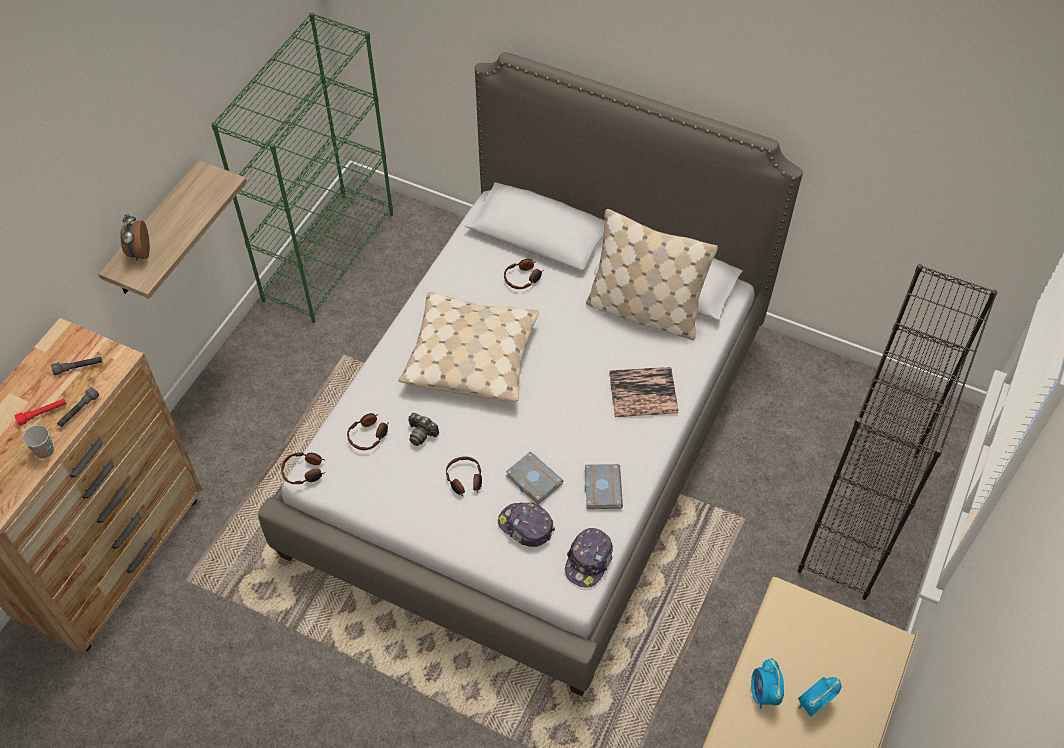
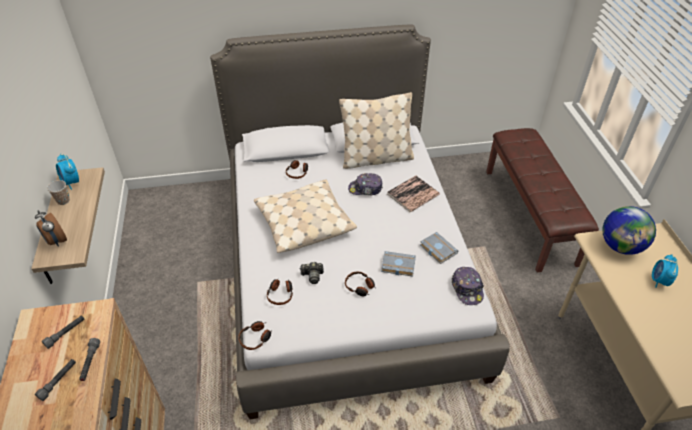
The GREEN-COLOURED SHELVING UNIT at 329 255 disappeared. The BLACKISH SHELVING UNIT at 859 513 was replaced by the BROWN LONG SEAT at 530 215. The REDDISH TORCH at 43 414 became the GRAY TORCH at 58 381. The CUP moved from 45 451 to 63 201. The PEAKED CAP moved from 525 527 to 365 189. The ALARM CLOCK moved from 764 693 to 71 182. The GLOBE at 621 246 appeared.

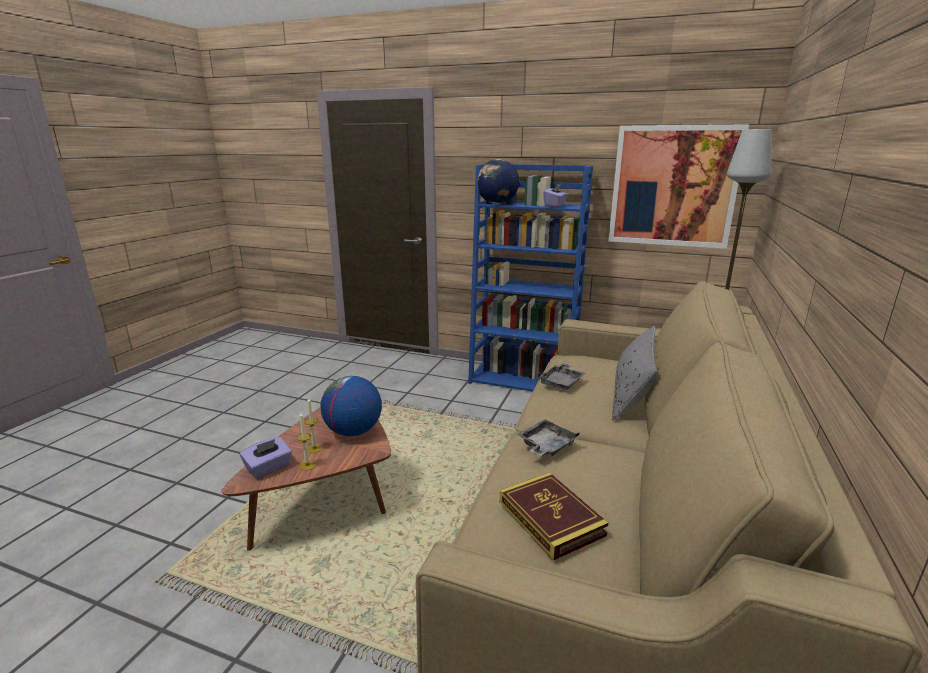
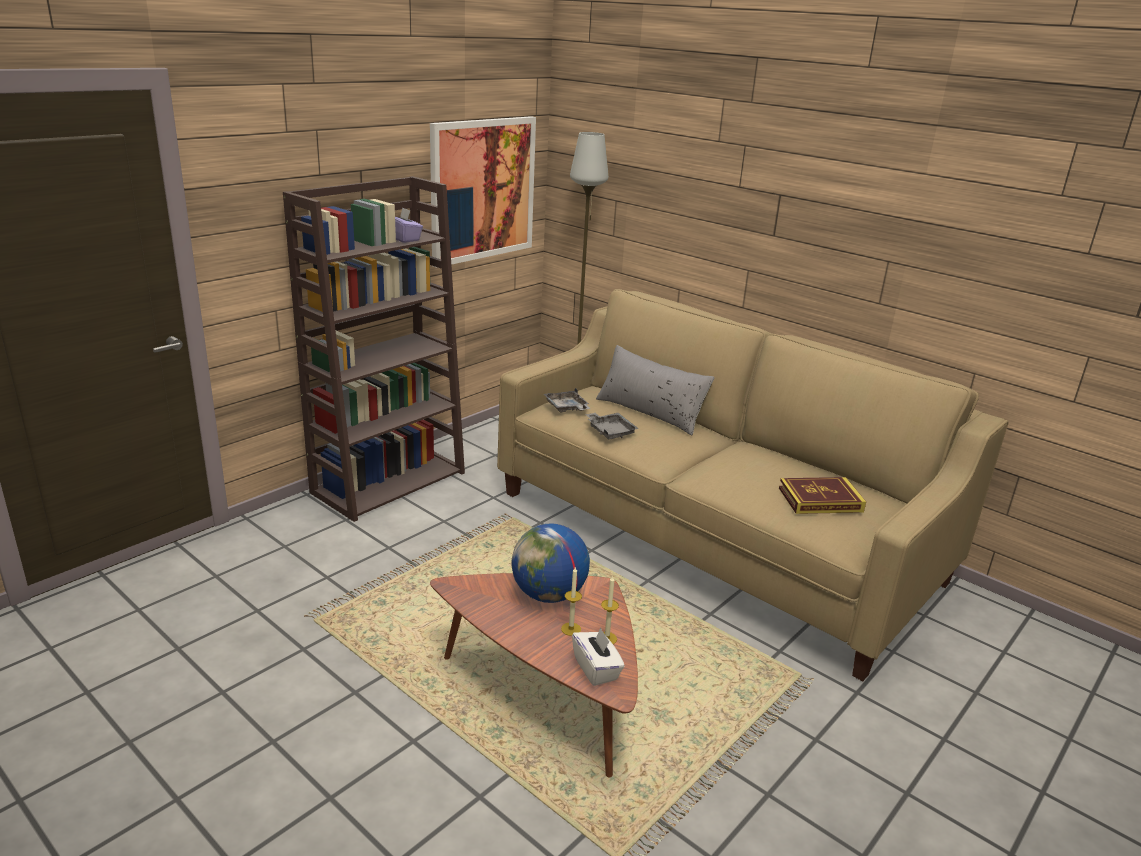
The GLOBE at 497 203 disappeared. The BLUE-COLOURED SHELVING UNIT at 523 380 became the BROWN SHELVING UNIT at 389 481. The GRAY SERVING TRAY moved from 546 446 to 567 408. The PURPLE TISSUE BOX at 268 468 became the WHITISH TISSUE BOX at 596 669.

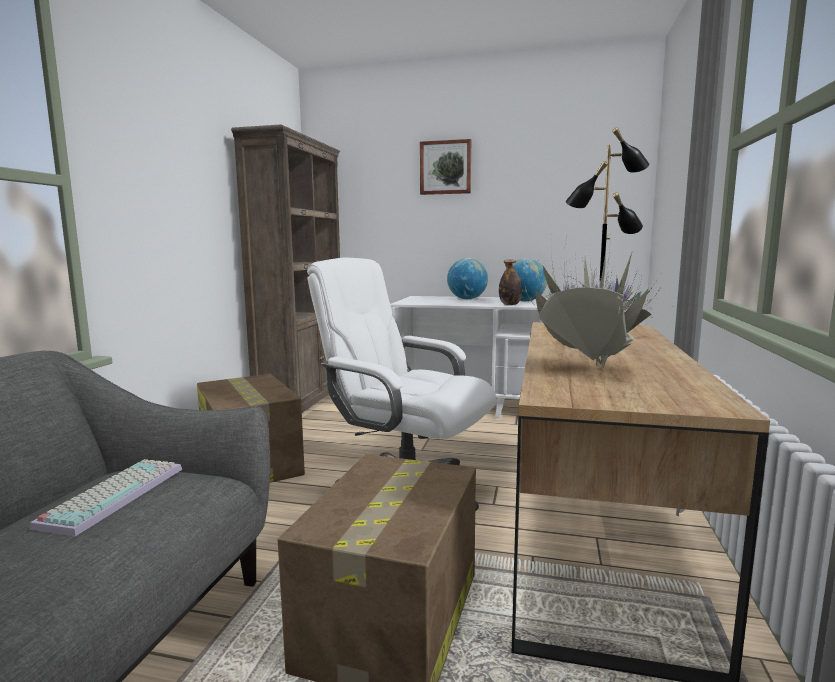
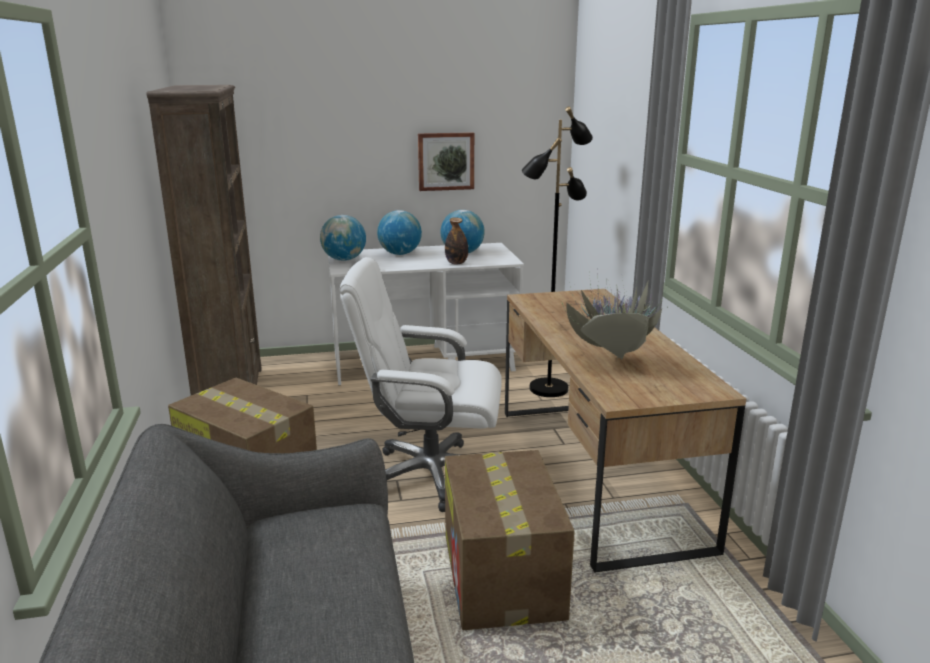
The PICTURE moved from 445 167 to 445 161. The KEYBOARD at 113 495 disappeared. The GLOBE at 344 260 appeared.

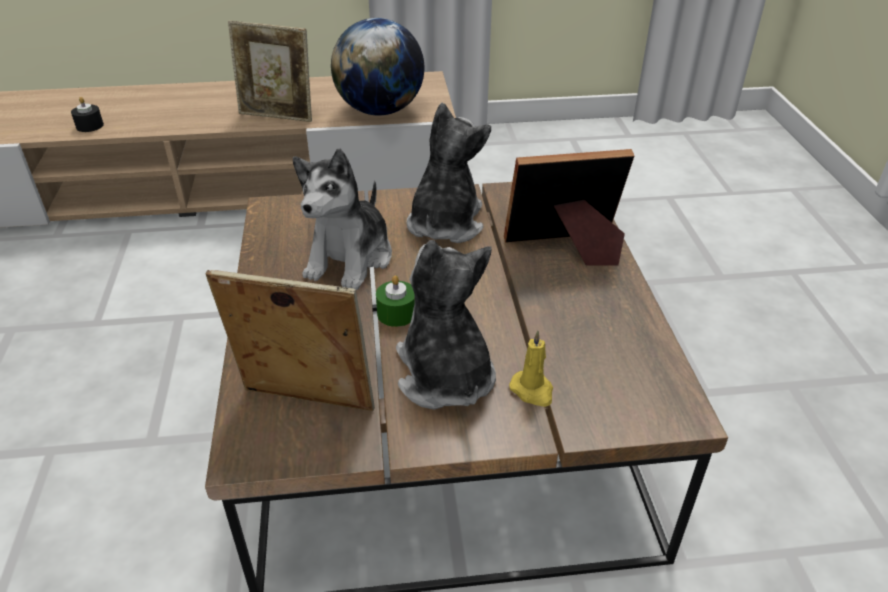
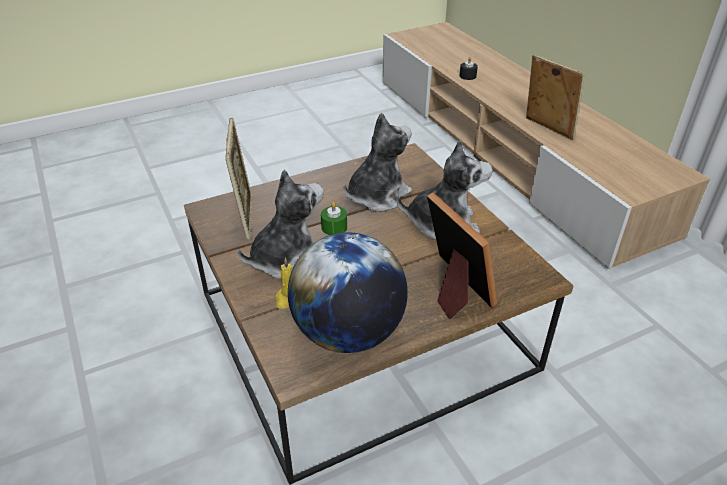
The GLOBE moved from 380 111 to 348 333. The PICTURE FRAME at 277 116 turned 150 degrees clockwise. The SOFT TOY at 350 259 turned 135 degrees clockwise.

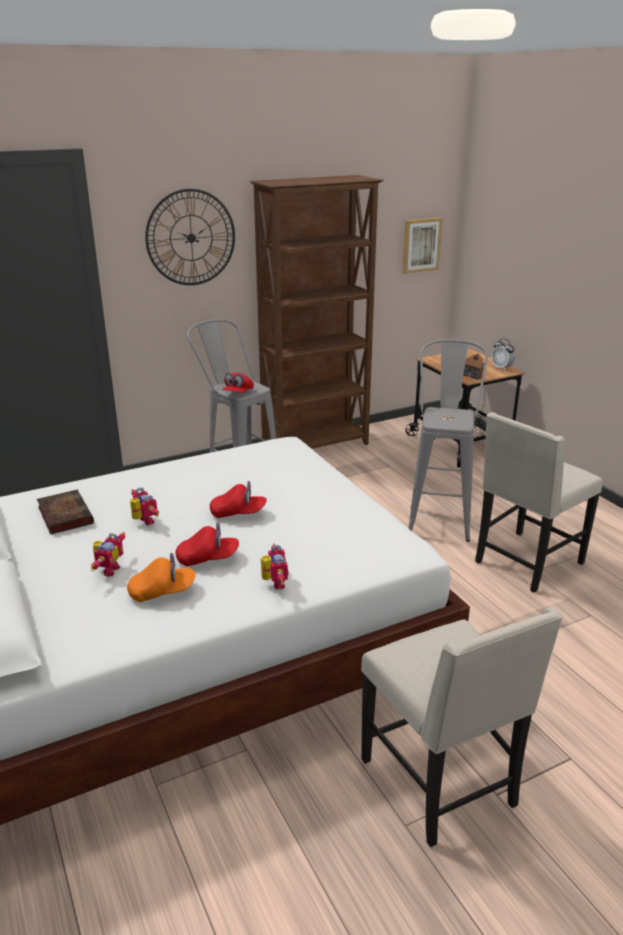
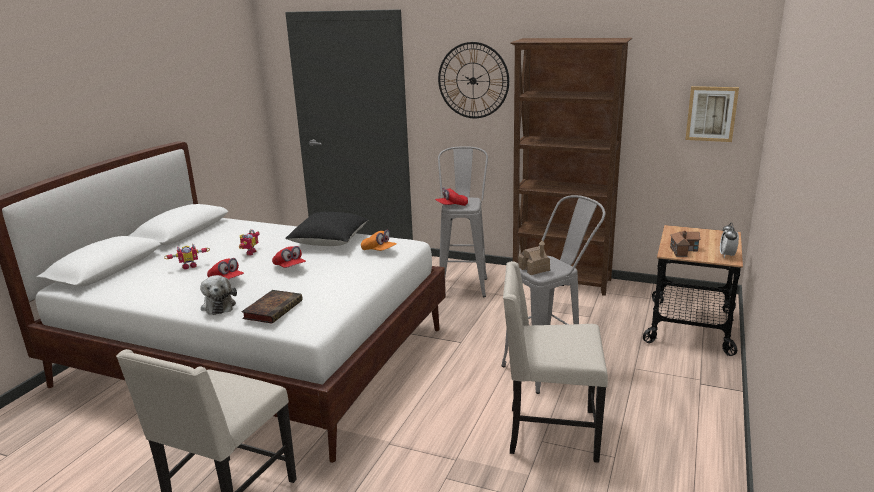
The BOOK moved from 64 515 to 273 309. The MODEL ROBOT at 274 583 was replaced by the SOFT TOY at 218 305. The ORANGE-COLOURED PEAKED CAP moved from 162 592 to 379 251. The BLACKISH CUSHION at 329 242 appeared. The MODEL HOUSE at 534 269 appeared.

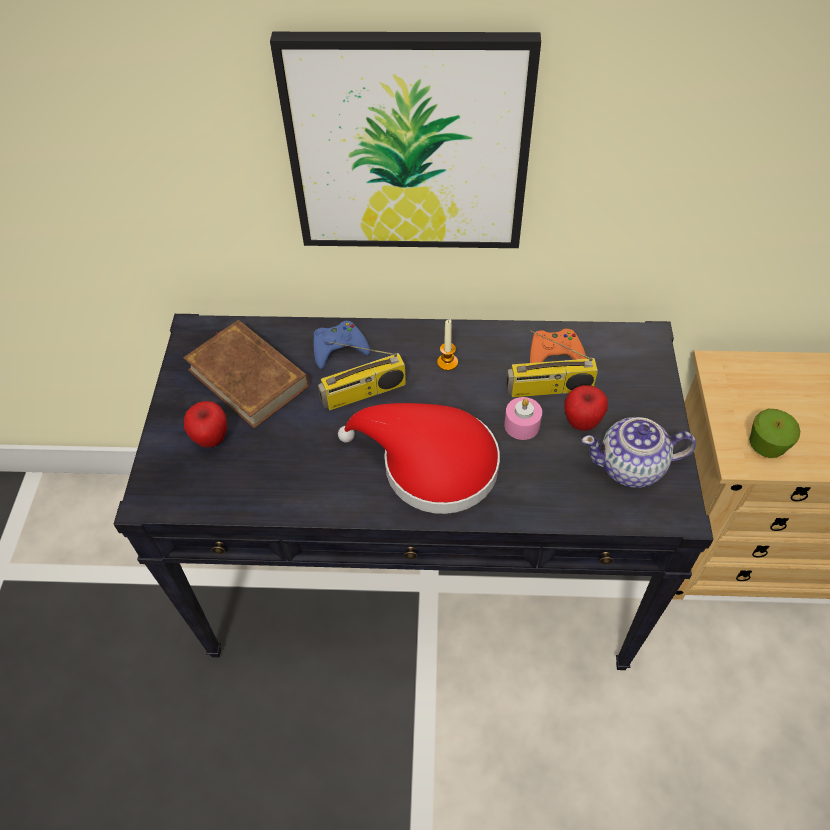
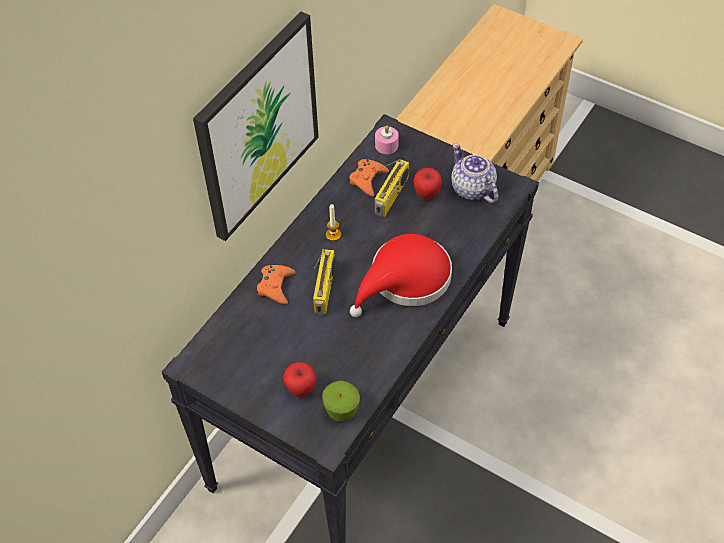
The BROWN BOOK at 248 377 disappeared. The BLUE-COLOURED GAME CONTROLLER at 339 348 became the ORANGE-COLOURED GAME CONTROLLER at 275 286. The PINK-COLOURED WAX LIGHT moved from 522 425 to 386 145. The APPLE moved from 766 445 to 341 410. The TEA POT at 631 467 turned 120 degrees clockwise.

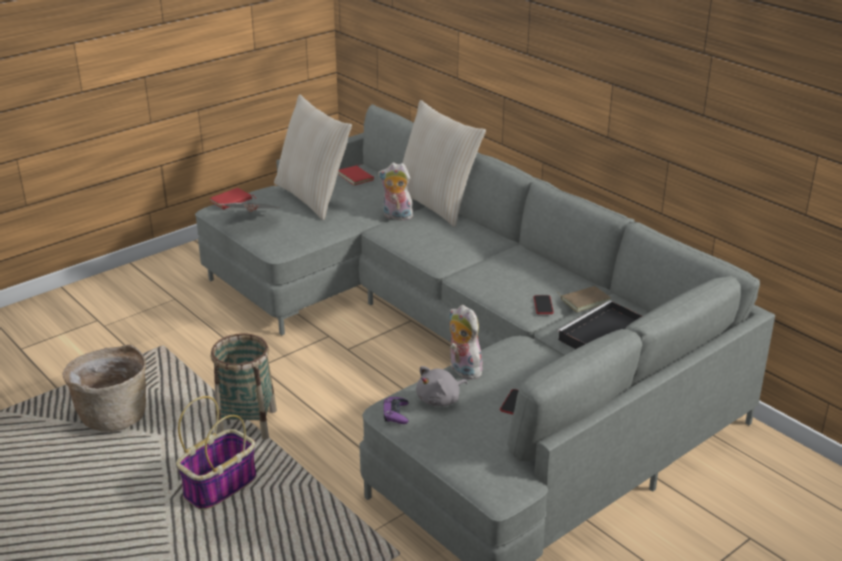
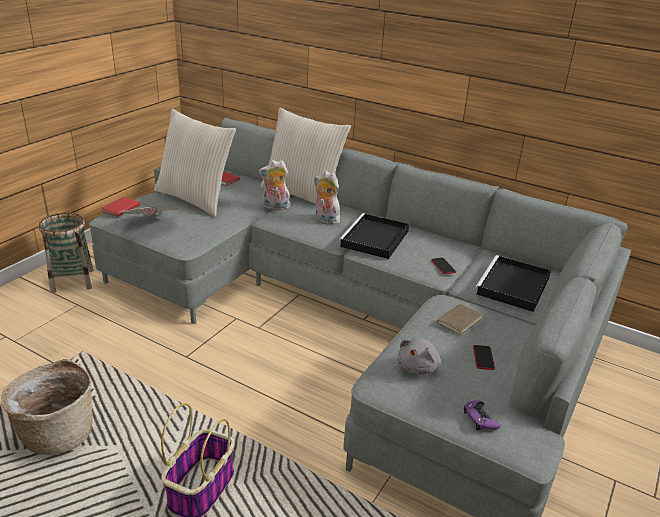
The BROWN BOOK moved from 584 300 to 458 320. The SOFT TOY moved from 462 370 to 325 220. The HOUSEHOLD BASKET moved from 247 423 to 72 281. The PURPLE GAME CONTROLLER moved from 396 414 to 480 419. The BLACKISH SERVING TRAY at 374 239 appeared.

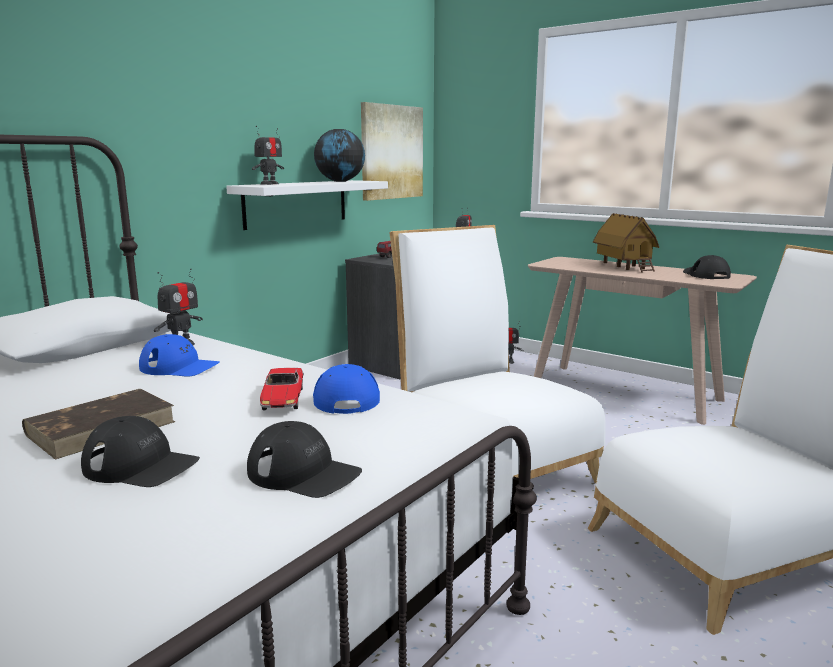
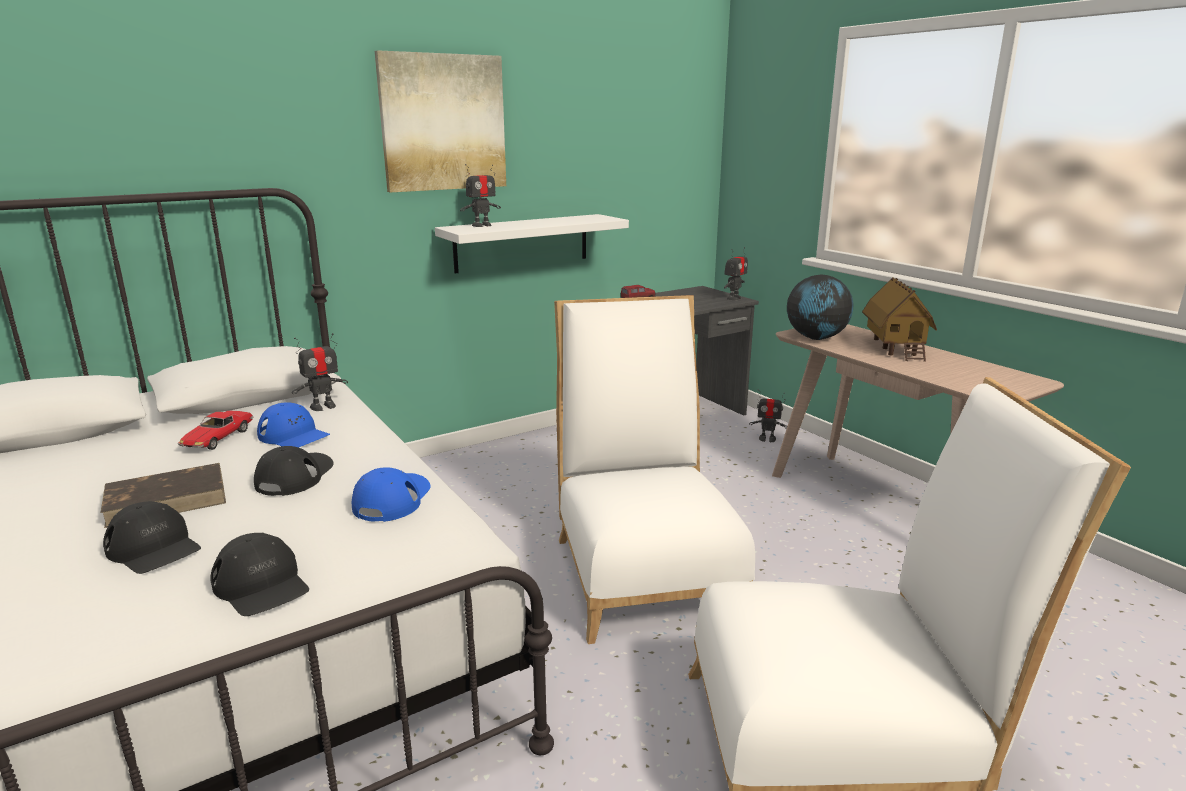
The PICTURE moved from 391 152 to 443 123. The GLOBE moved from 340 181 to 816 338. The BLACKISH PEAKED CAP moved from 705 275 to 295 476. The TOY CAR moved from 283 399 to 217 439.

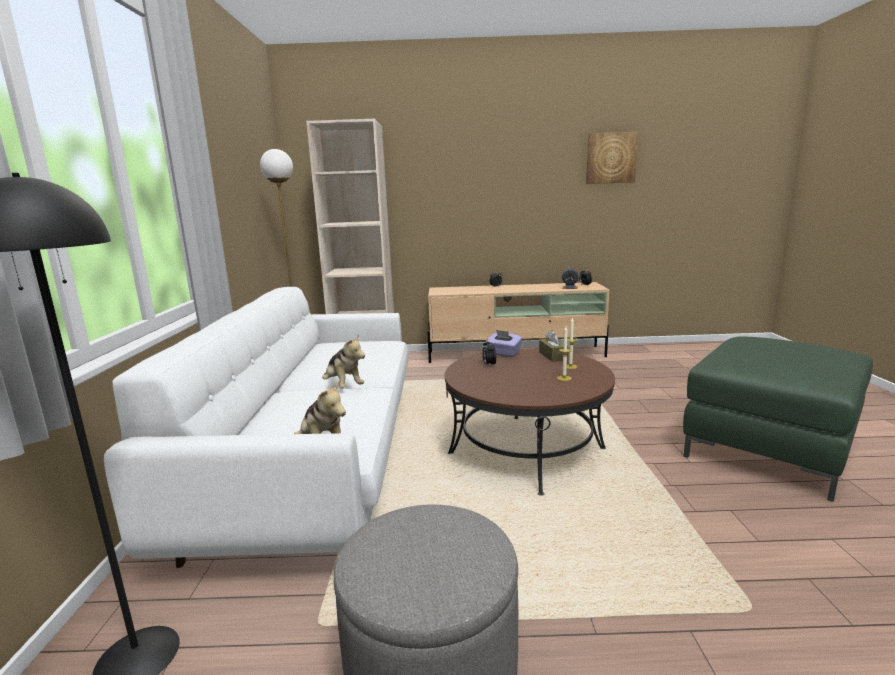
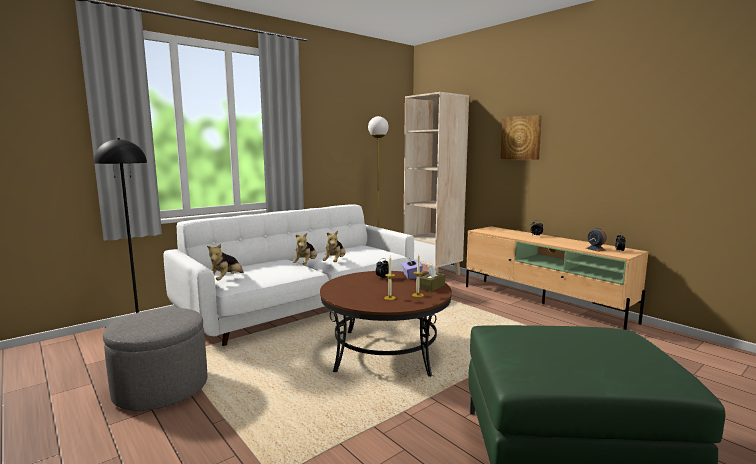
The PICTURE moved from 611 158 to 521 138. The SOFT TOY at 335 262 appeared.

